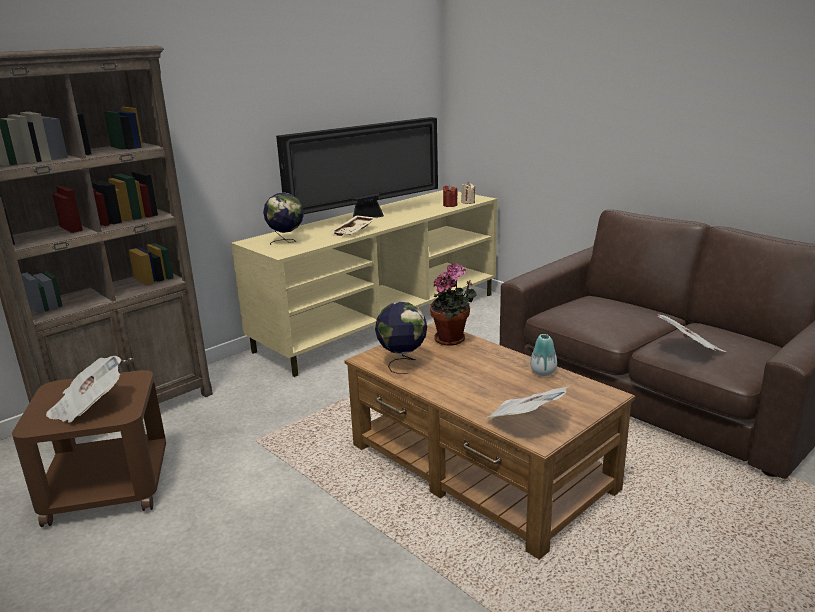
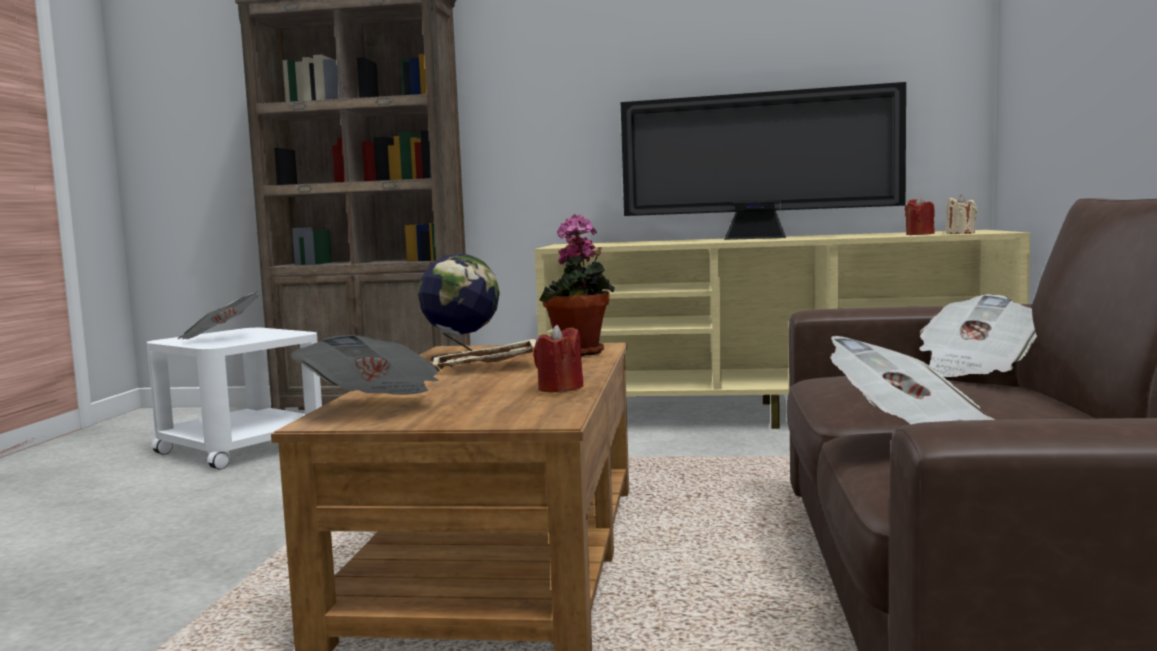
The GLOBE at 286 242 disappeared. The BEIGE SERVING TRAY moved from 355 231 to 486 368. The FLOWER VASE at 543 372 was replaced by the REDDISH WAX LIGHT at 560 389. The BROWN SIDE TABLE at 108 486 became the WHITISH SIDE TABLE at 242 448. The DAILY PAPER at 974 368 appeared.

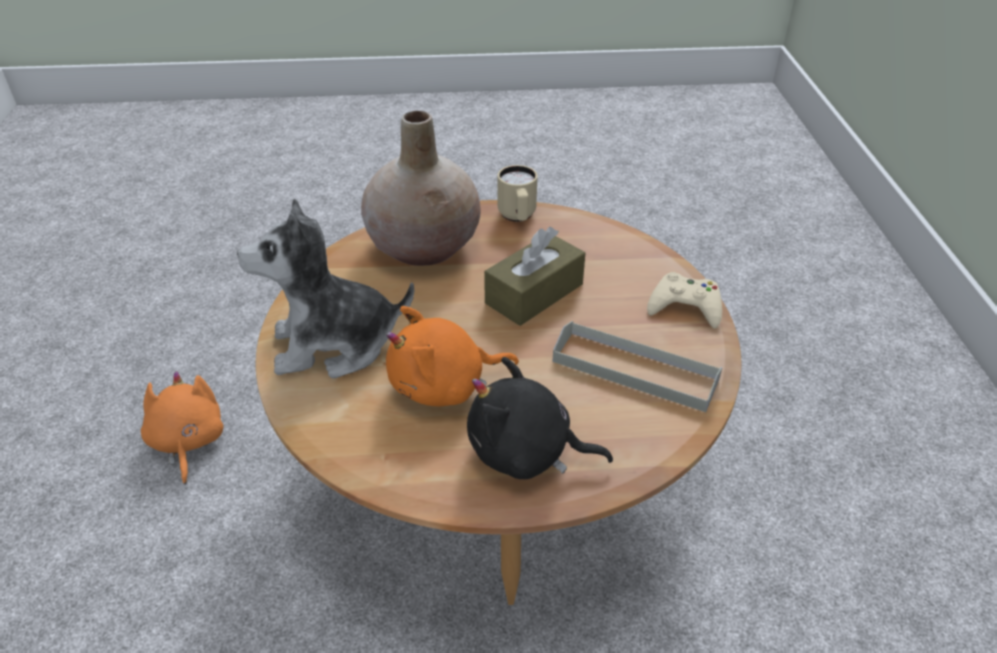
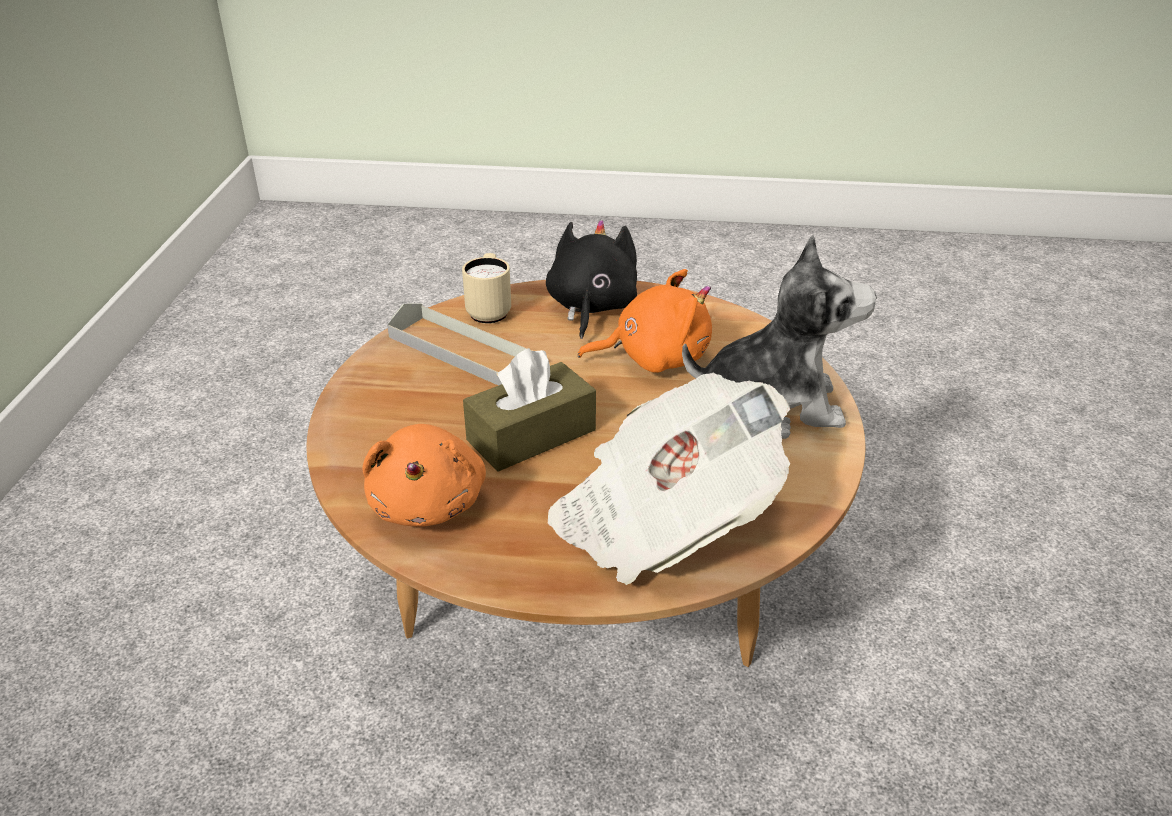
The BEIGE FLOWER VASE at 424 246 was replaced by the DAILY PAPER at 662 519. The BEIGE TEA MUG moved from 518 217 to 489 310. The BEIGE GAME CONTROLLER at 685 306 disappeared. The BLACKISH SOFT TOY at 526 453 turned 105 degrees counterclockwise. The ORANGE-COLOURED SOFT TOY moved from 187 442 to 428 502.

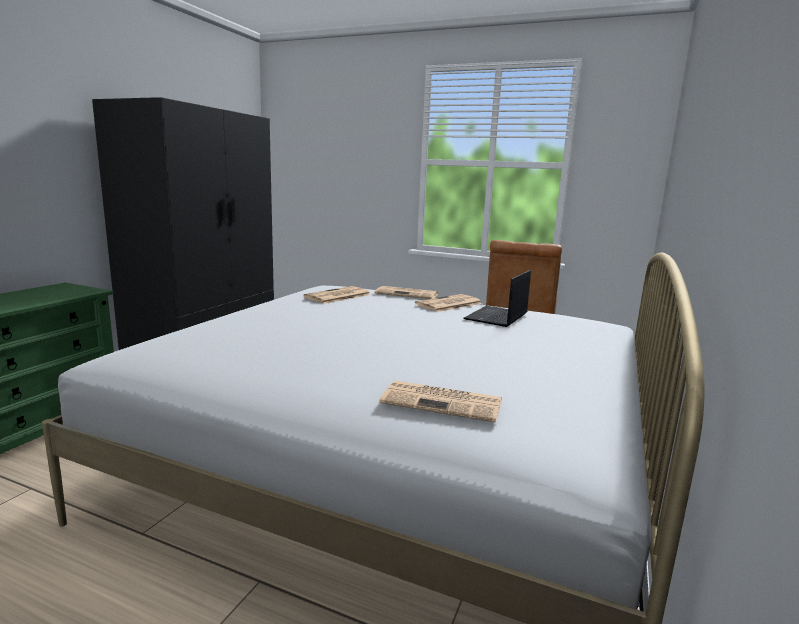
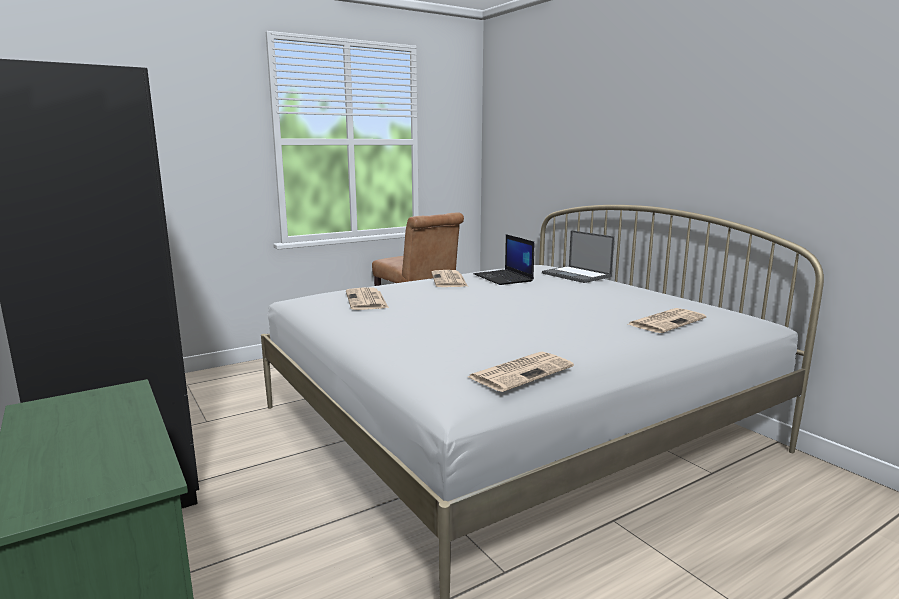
The DAILY PAPER moved from 408 294 to 521 372. The LAPTOP at 577 275 appeared.

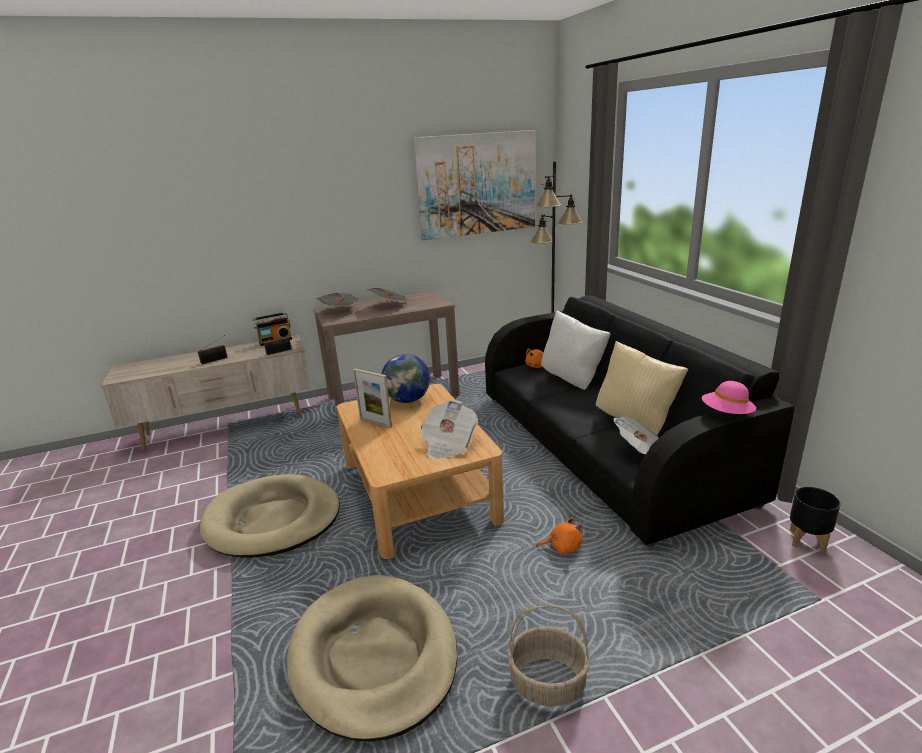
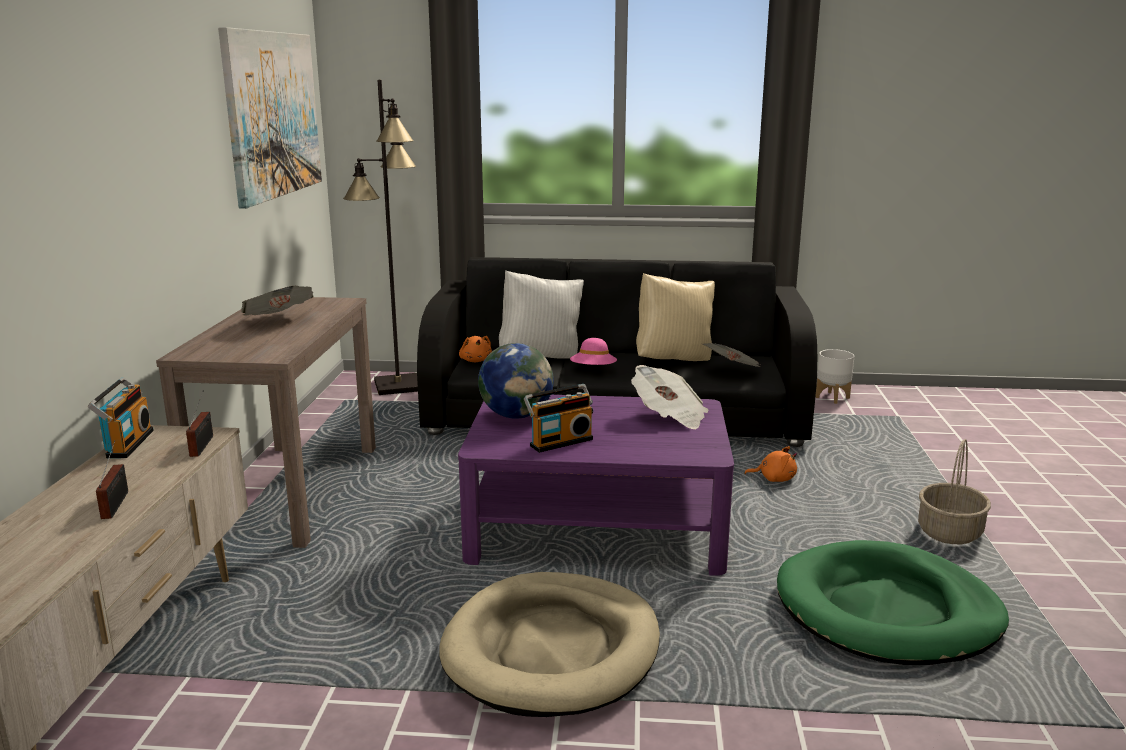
The DAILY PAPER at 340 310 disappeared. The PICTURE FRAME at 375 422 was replaced by the RADIO RECEIVER at 560 442. The PINK-COLOURED CLOTHING HAT moved from 726 414 to 593 370. The BEIGE COFFEE TABLE at 418 491 became the PURPLE COFFEE TABLE at 597 527. The BLACKISH PLANT POT at 807 541 became the WHITISH PLANT POT at 832 397. The ORANGE-COLOURED SOFT TOY at 563 547 turned 75 degrees clockwise. The BEIGE PET BED at 374 657 became the GREEN-COLOURED PET BED at 887 610.

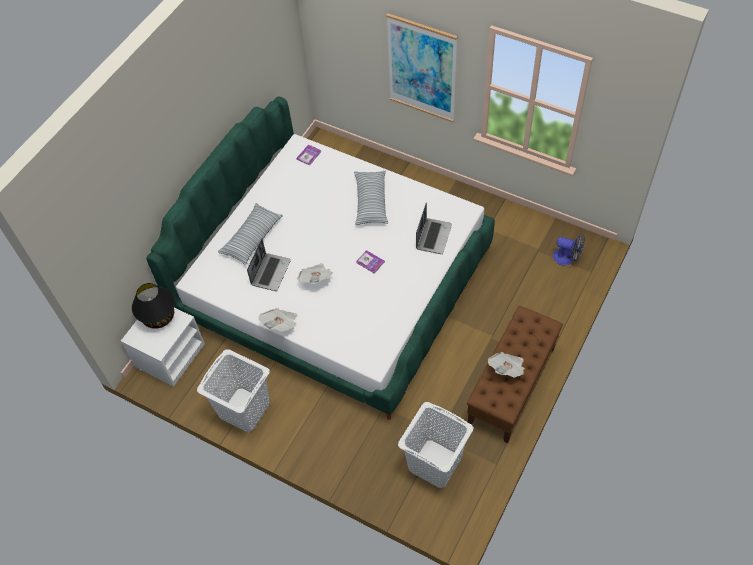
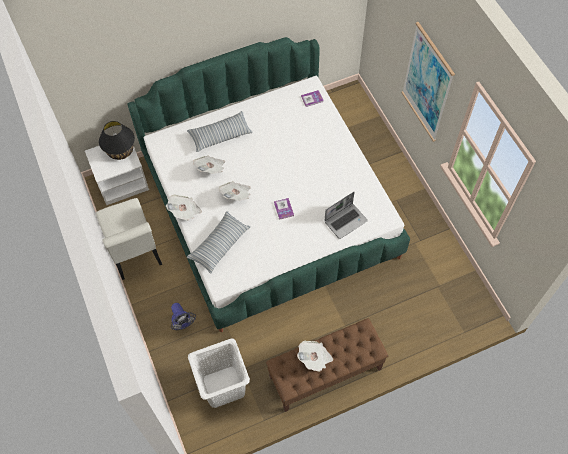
The CUSHION moved from 371 202 to 219 245. The COOLING FAN moved from 567 258 to 183 323. The LAPTOP at 270 272 was replaced by the DAILY PAPER at 211 169. The WHITISH WASHING BASKET at 244 410 was replaced by the WHITISH CHAIR at 135 254.

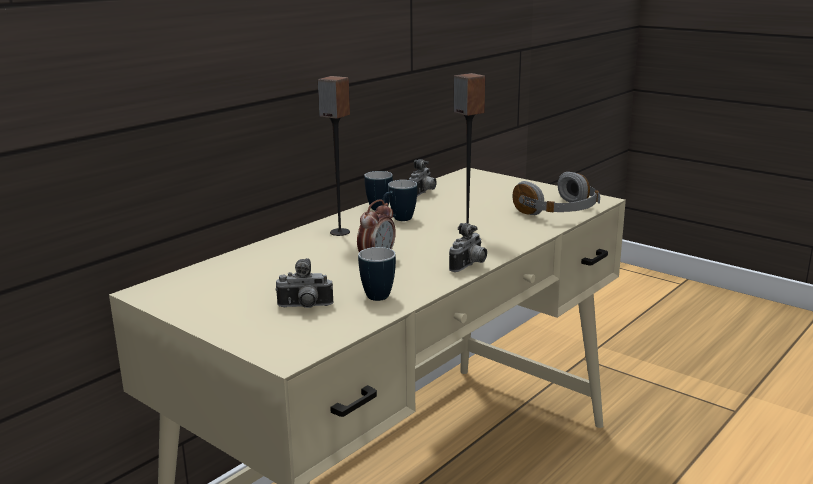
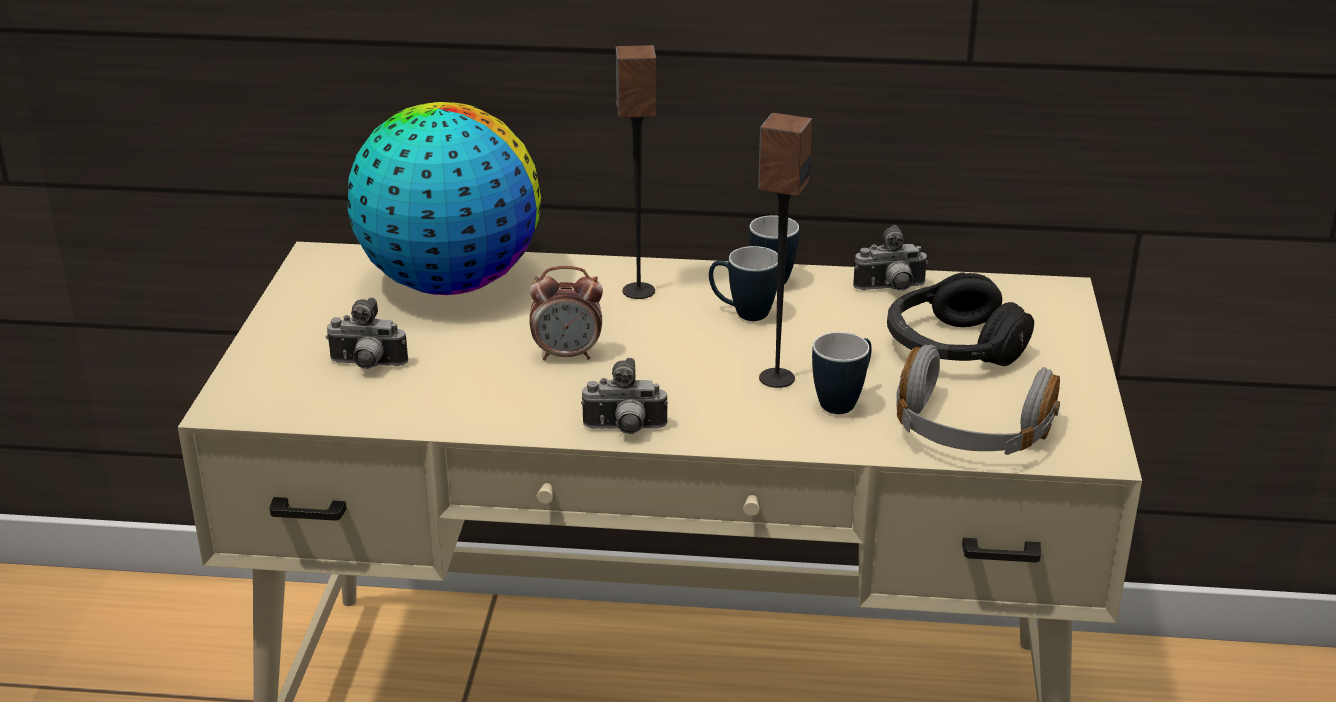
The TEA MUG moved from 376 294 to 844 402. The STILL CAMERA at 305 307 turned 45 degrees counterclockwise. The GLOBE at 450 283 appeared. The BLACKISH PAIR OF HEADPHONES at 952 347 appeared.

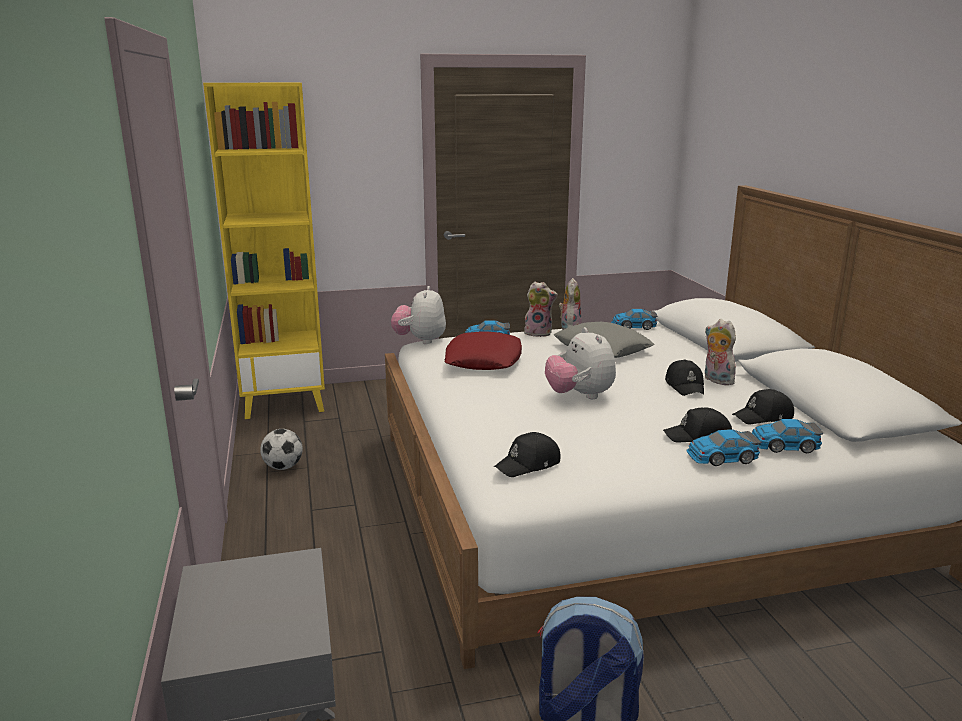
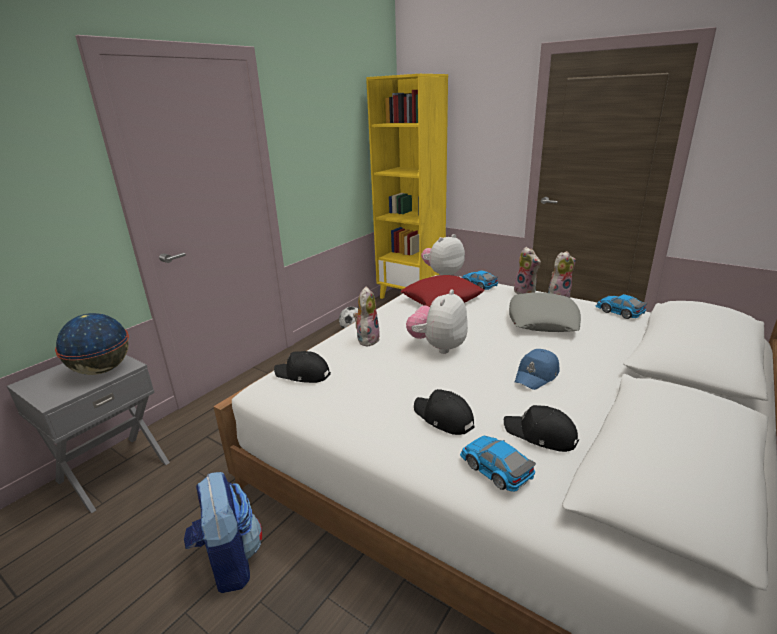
The SOFT TOY moved from 716 380 to 367 339. The BLACKISH PEAKED CAP at 685 386 became the BLUE-COLOURED PEAKED CAP at 537 375. The TOY CAR at 721 457 disappeared. The GLOBE at 102 370 appeared.

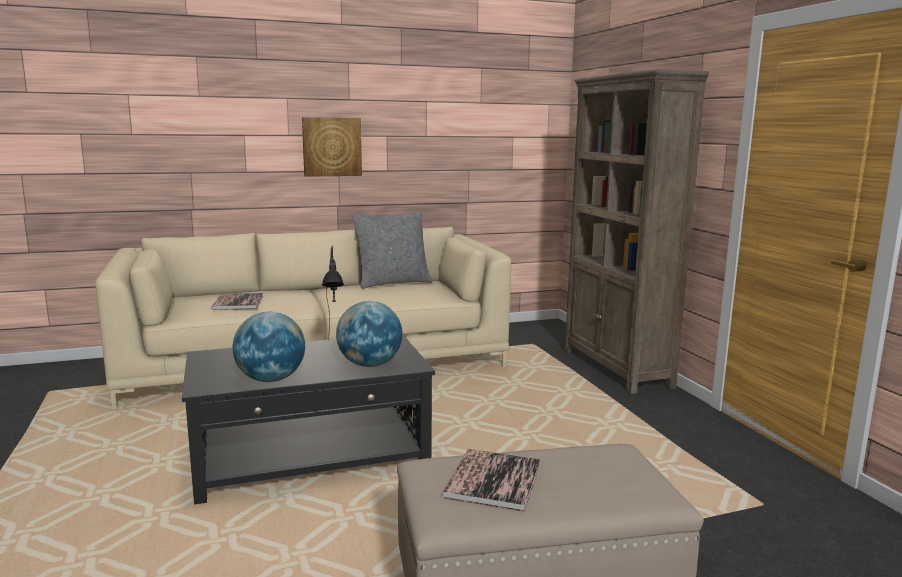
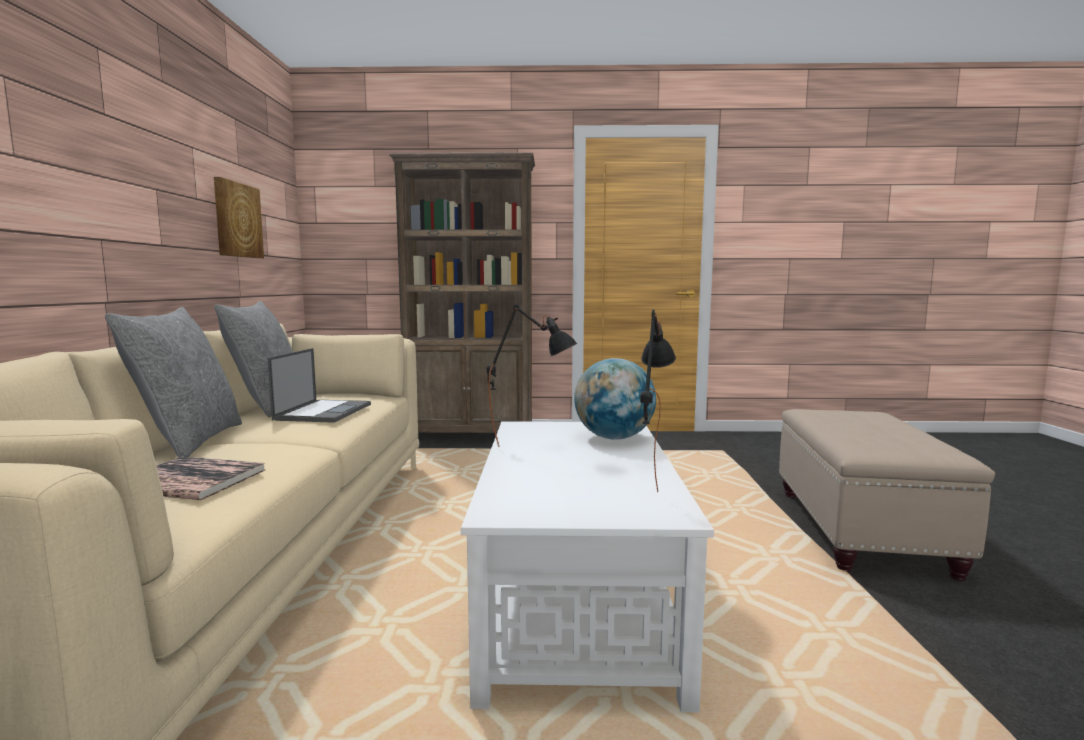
The PICTURE moved from 332 147 to 237 220. The GLOBE at 271 379 was replaced by the BLACKISH LAMP FOR A TABLE at 649 478. The BLACKISH COFFEE TABLE at 312 457 became the WHITISH COFFEE TABLE at 577 599. The BOOK at 493 480 disappeared. The GRAY CUSHION at 188 442 appeared. The LAPTOP at 324 412 appeared.

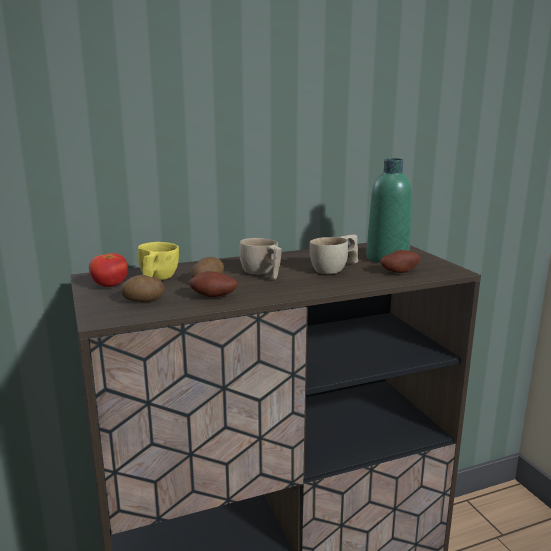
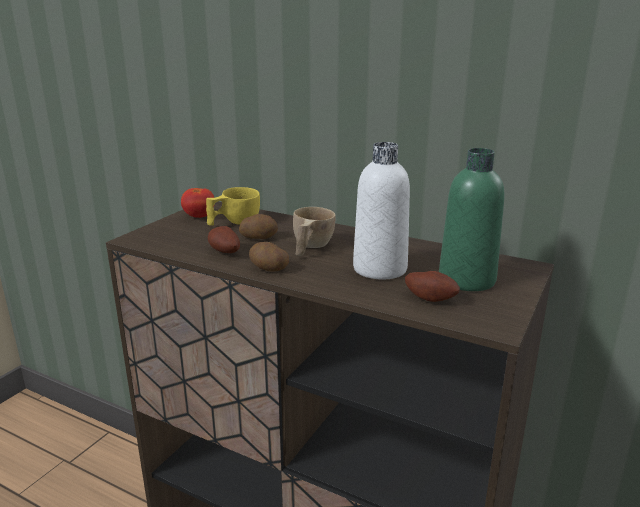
The BEIGE CUP at 335 269 was replaced by the WHITISH BEVERAGE BOTTLE at 380 269. The POTATO moved from 144 301 to 268 268.

